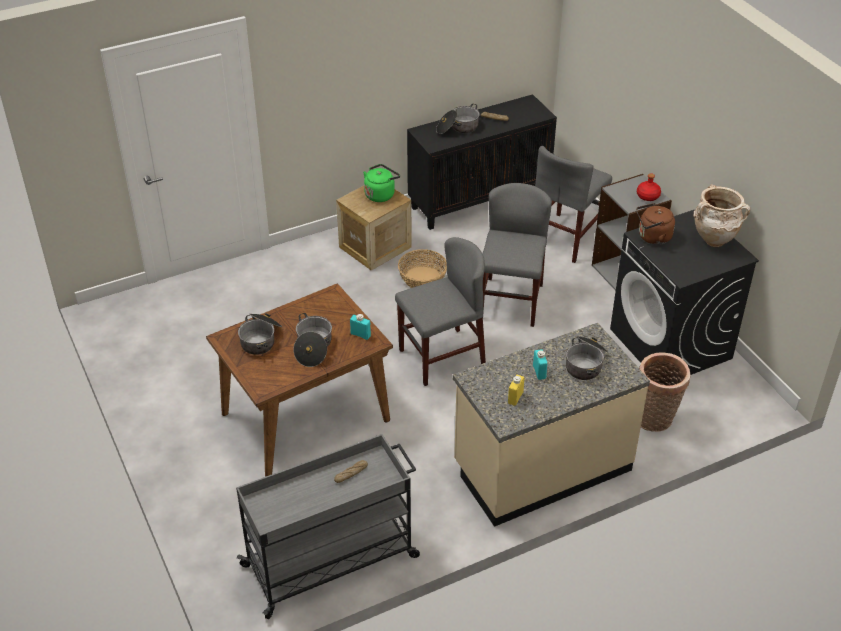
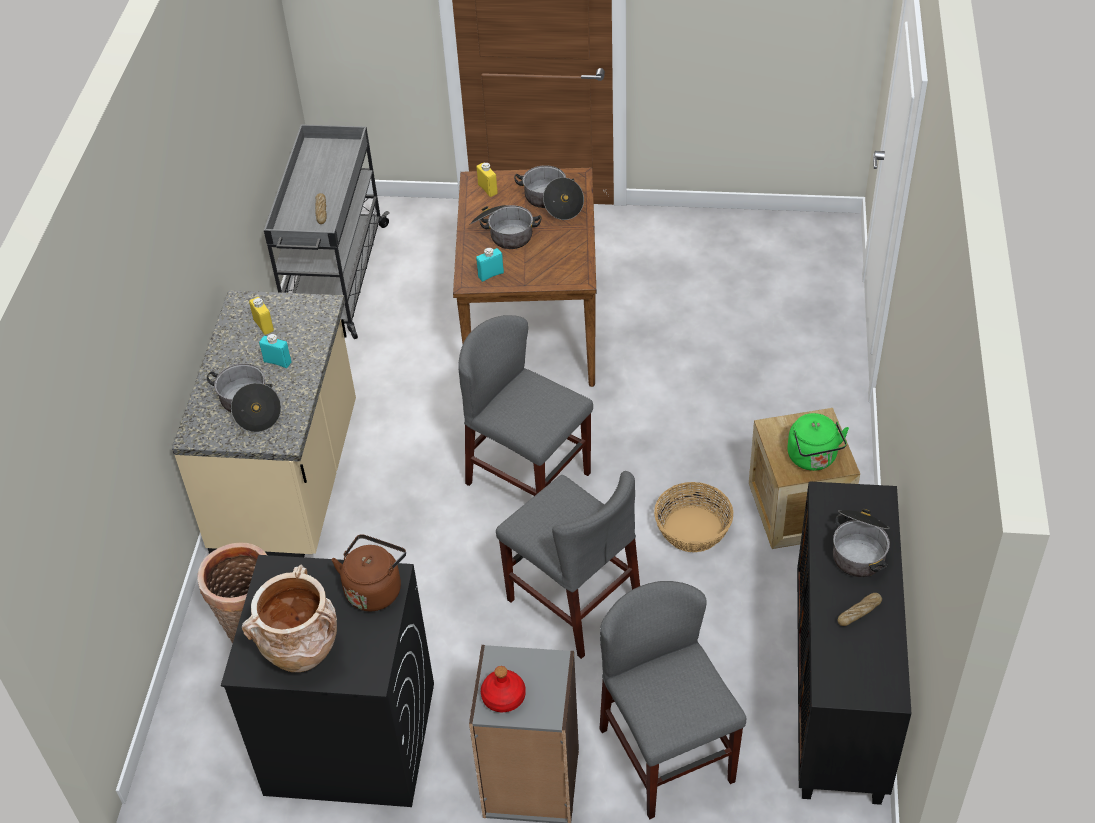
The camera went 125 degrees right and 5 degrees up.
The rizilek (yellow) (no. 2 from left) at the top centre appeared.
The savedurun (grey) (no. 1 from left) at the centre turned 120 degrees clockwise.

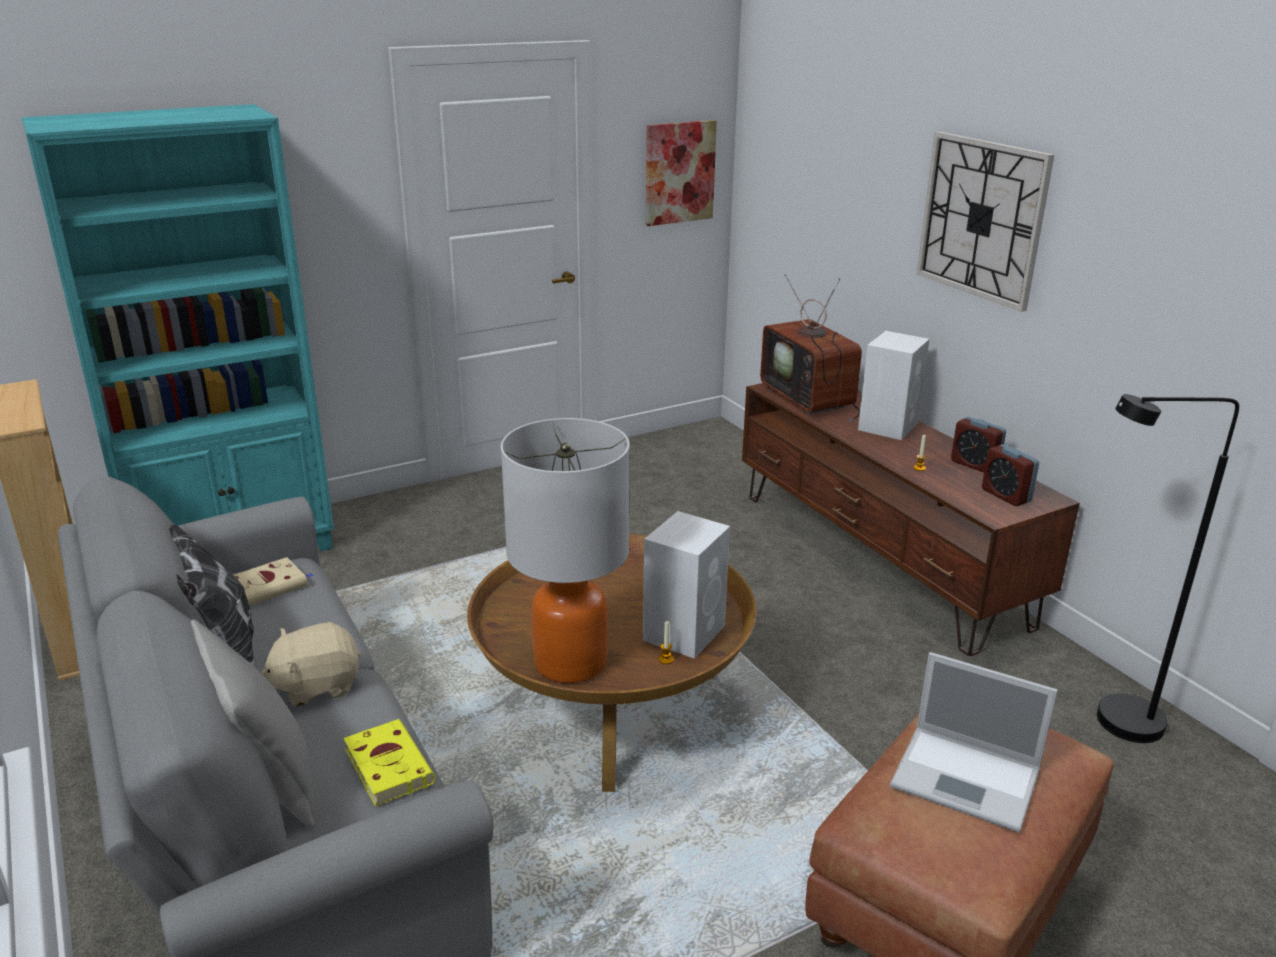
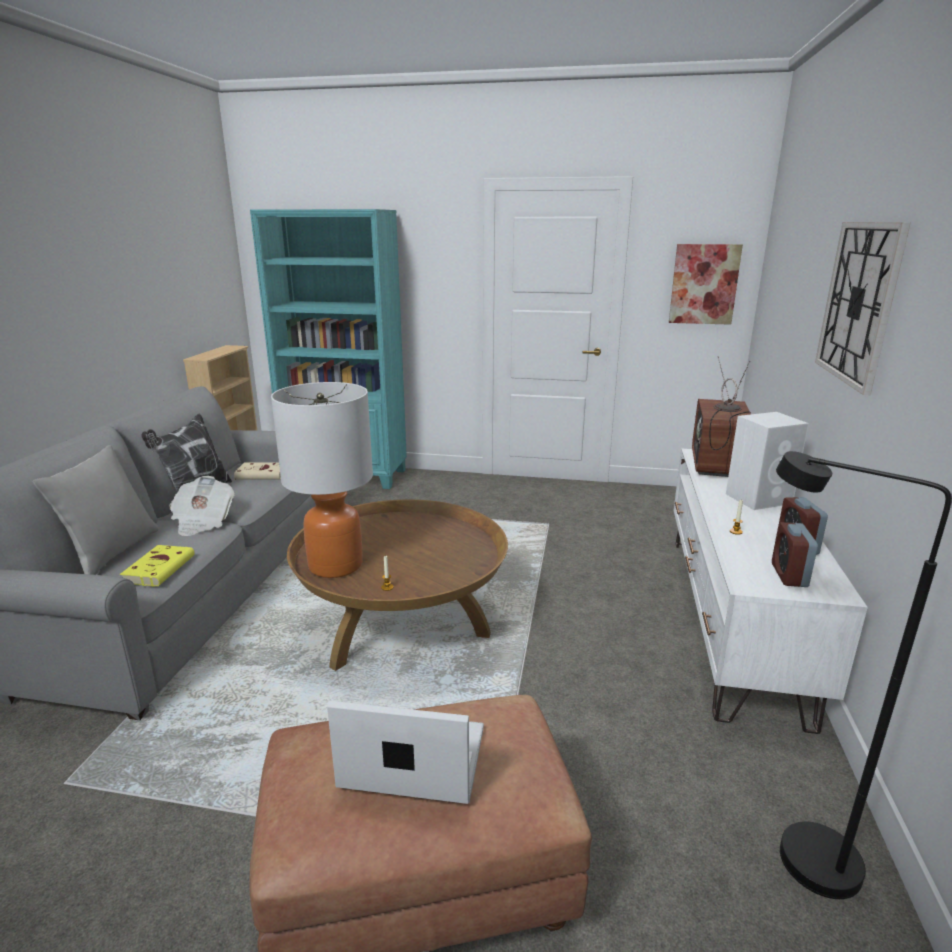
The camera went 40 degrees right and 5 degrees down.
The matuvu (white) (no. 1 from left) at the centre disappeared.
The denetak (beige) at the bottom left was replaced by the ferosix at the middle left.
The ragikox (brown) at the middle right became the ragikox (white) at the middle right.
The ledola at the bottom right turned 120 degrees clockwise.

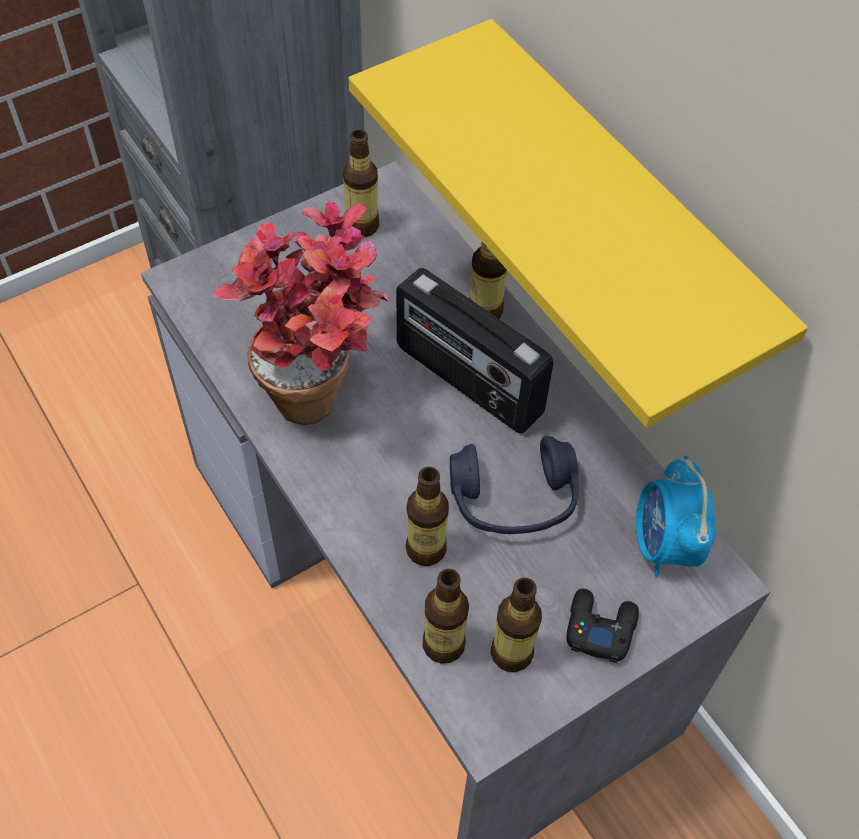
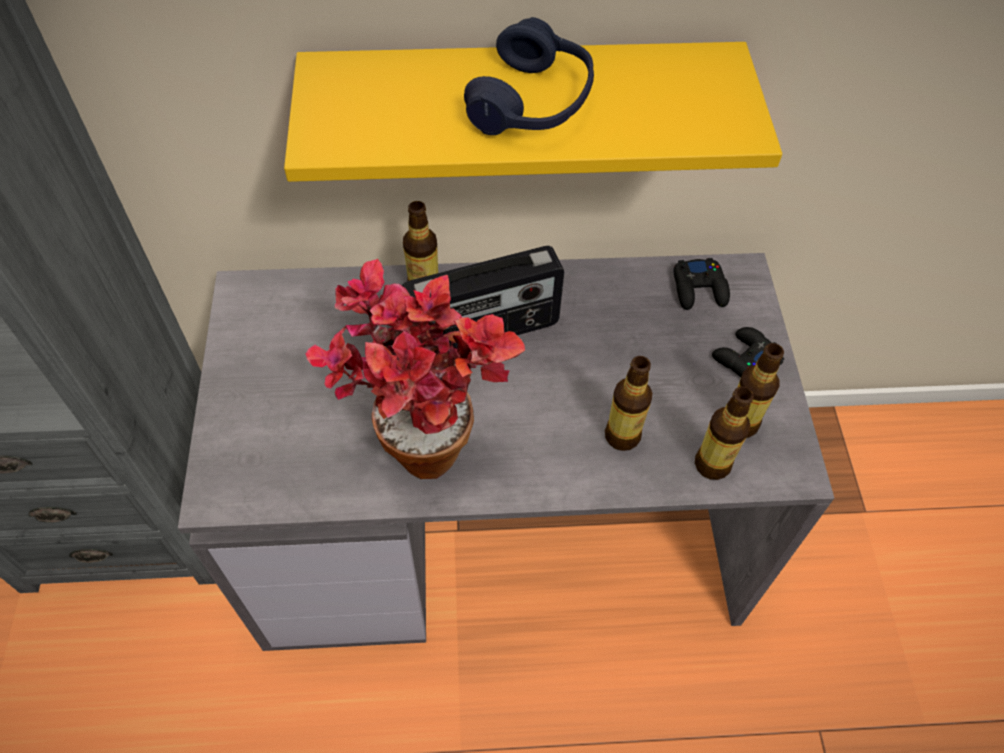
The camera went 60 degrees left and 0 degrees up.
The rizilek (no. 1 from left) at the top centre disappeared.
The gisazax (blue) moved from the centre to the top centre.
The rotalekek at the middle right was replaced by the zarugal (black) (no. 1 from left) at the middle right.

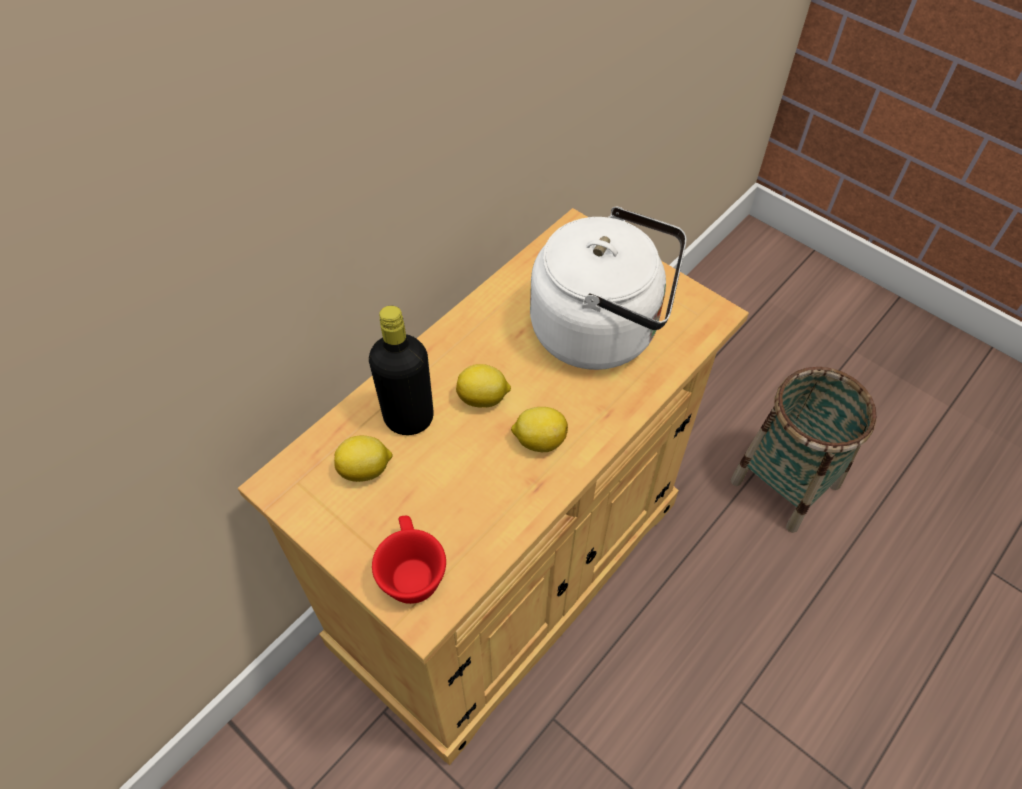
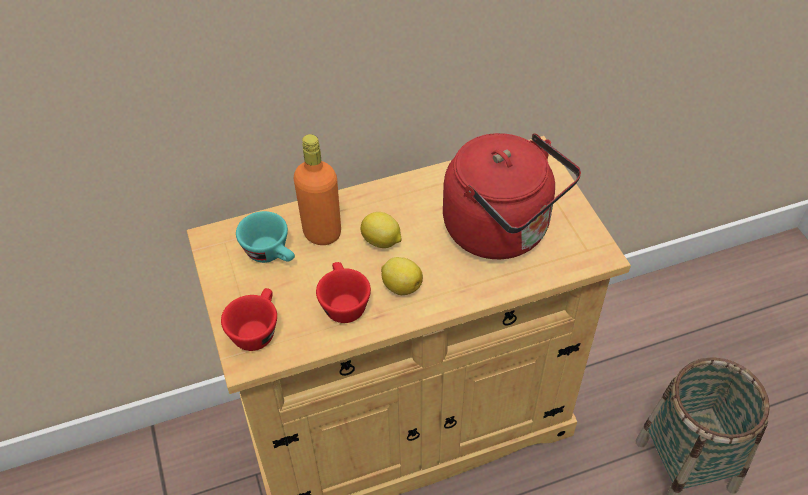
The camera went 30 degrees right and 5 degrees down.
The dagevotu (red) (no. 2 from left) at the centre appeared.
The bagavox (no. 1 from left) at the centre was replaced by the dagevotu (turquoise) at the middle left.
The rizilek (black) at the centre became the rizilek (orange) at the centre.
The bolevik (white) at the centre became the bolevik (red) at the centre.

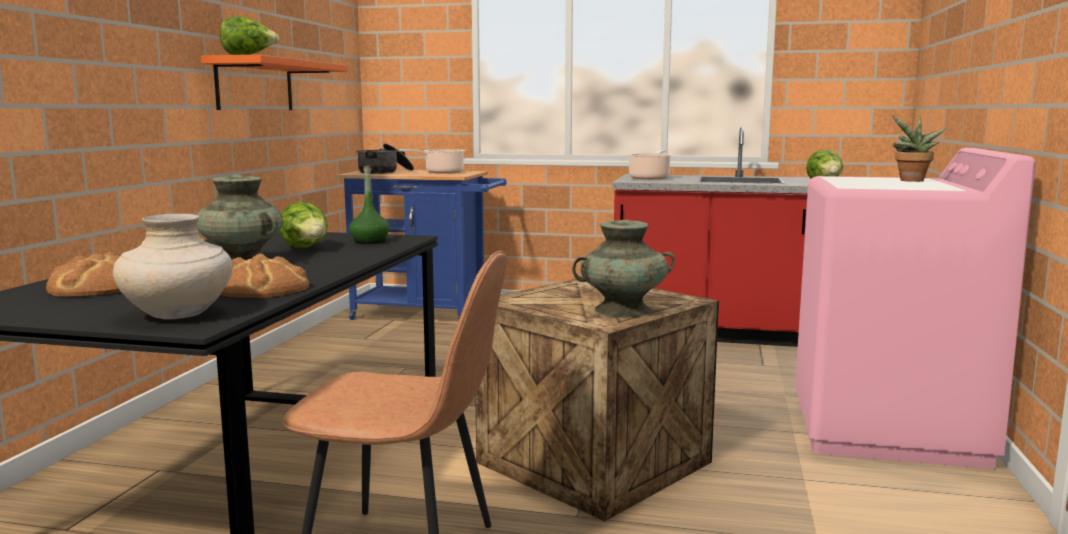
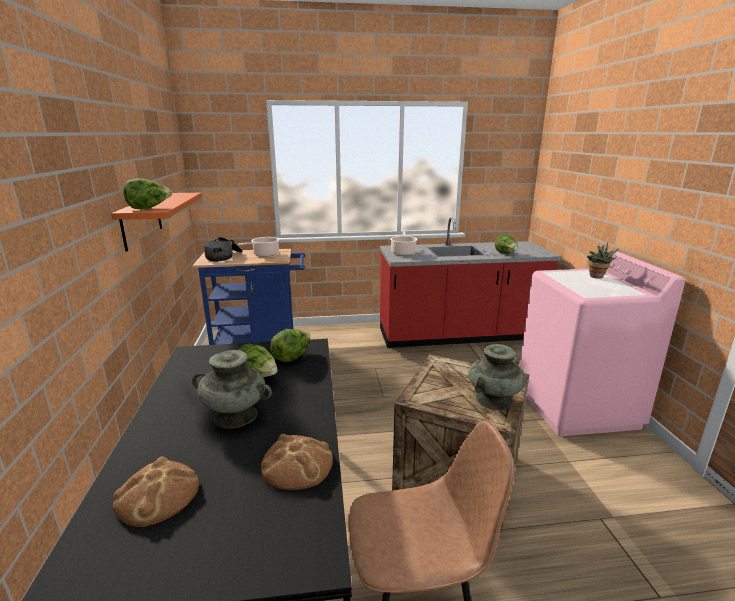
The camera went 20 degrees left and 10 degrees up.
The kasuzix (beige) at the middle left disappeared.
The rizilek (green) at the centre was replaced by the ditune (no. 3 from left) at the centre.

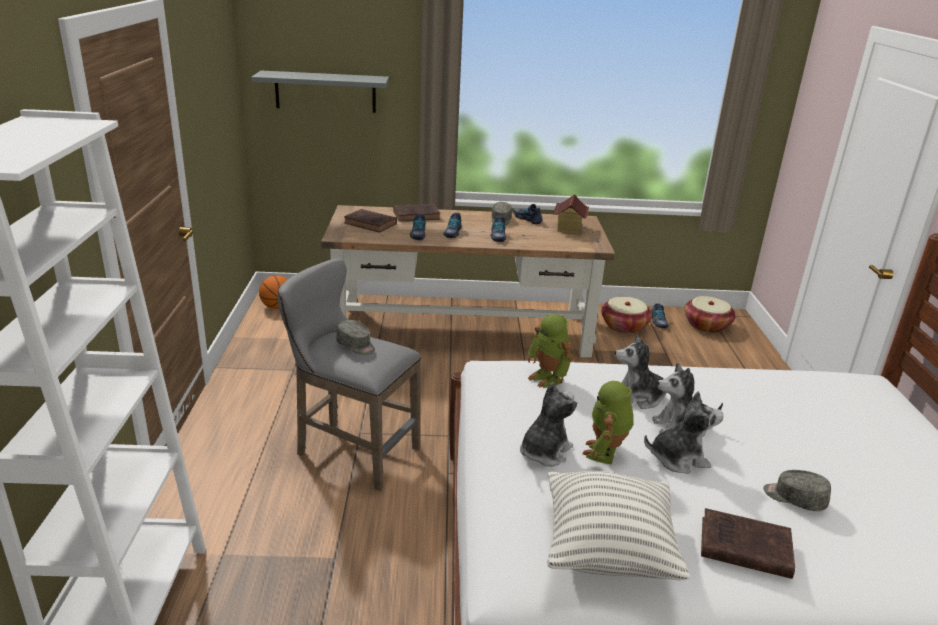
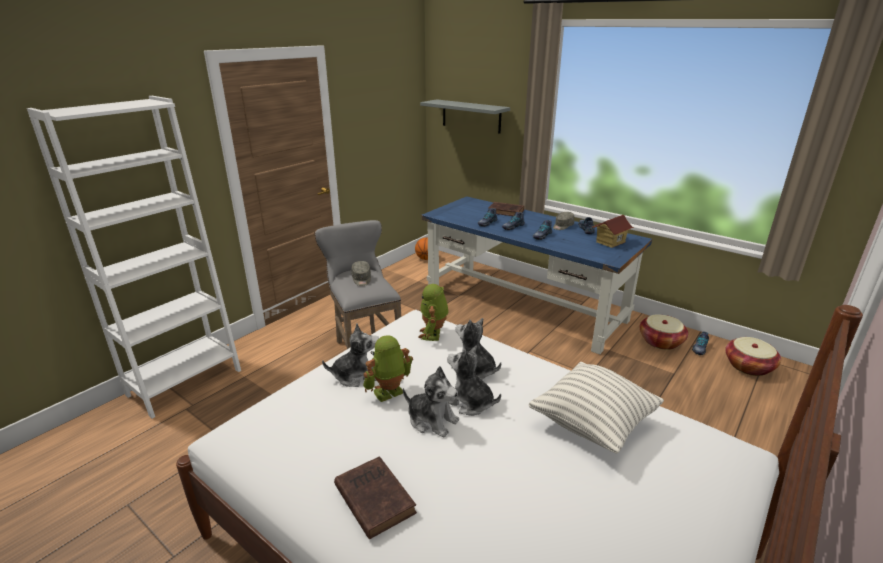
The camera went 40 degrees right and 0 degrees up.
The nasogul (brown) (no. 1 from left) at the centre disappeared.
The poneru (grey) (no. 3 from left) at the bottom right disappeared.
The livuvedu moved from the bottom centre to the bottom right.
The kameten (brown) at the centre became the kameten (blue) at the centre.

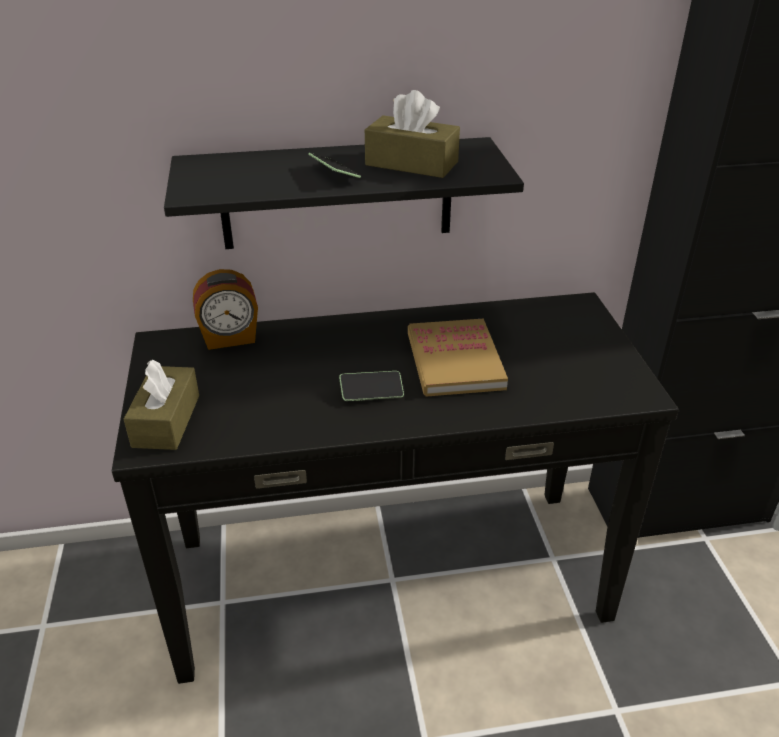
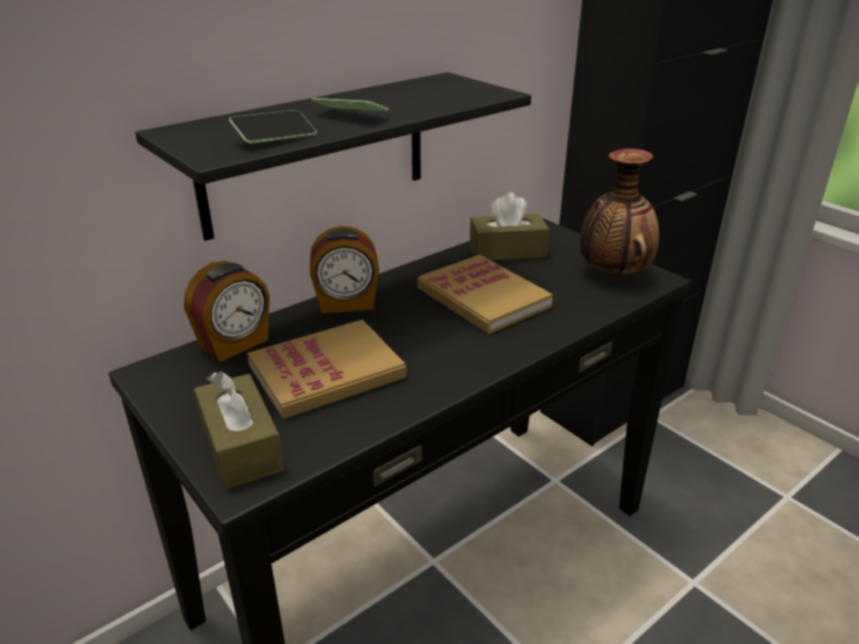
The camera went 30 degrees left and 5 degrees down.
The nasogul (no. 1 from left) at the centre appeared.
The rotalekek (no. 2 from left) at the centre appeared.
The kasuzix at the top right appeared.
The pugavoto (no. 2 from left in the first image) moved from the centre to the top left.
The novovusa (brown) (no. 2 from left) moved from the top centre to the centre.

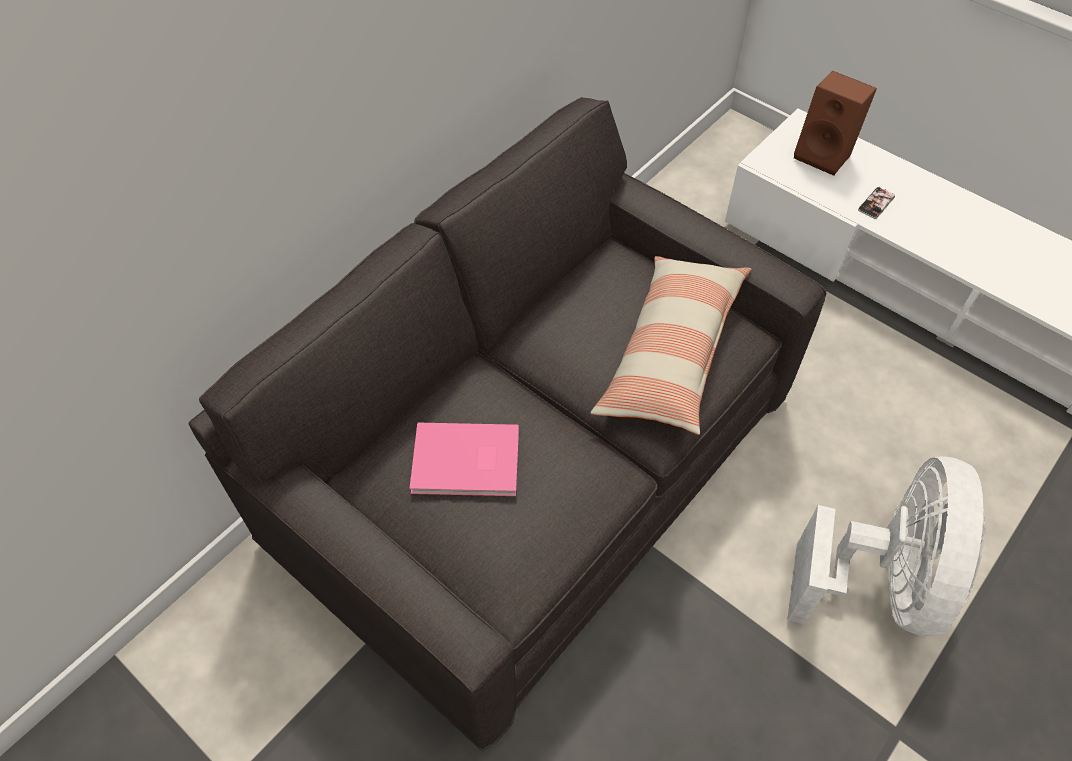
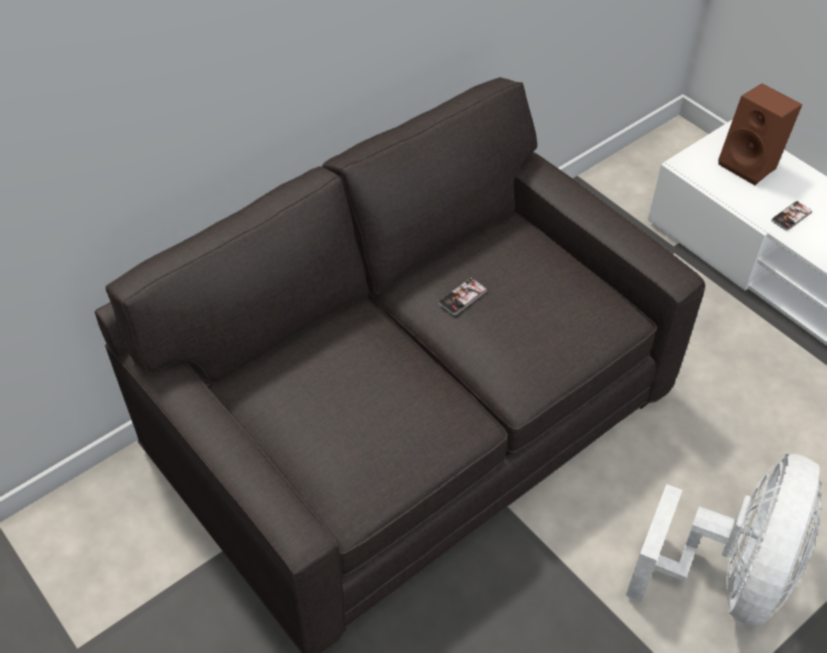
The camera went 10 degrees right and 5 degrees down.
The nasogul (pink) at the centre disappeared.
The livuvedu at the centre disappeared.
The pugavoto (no. 1 from left) at the centre appeared.

